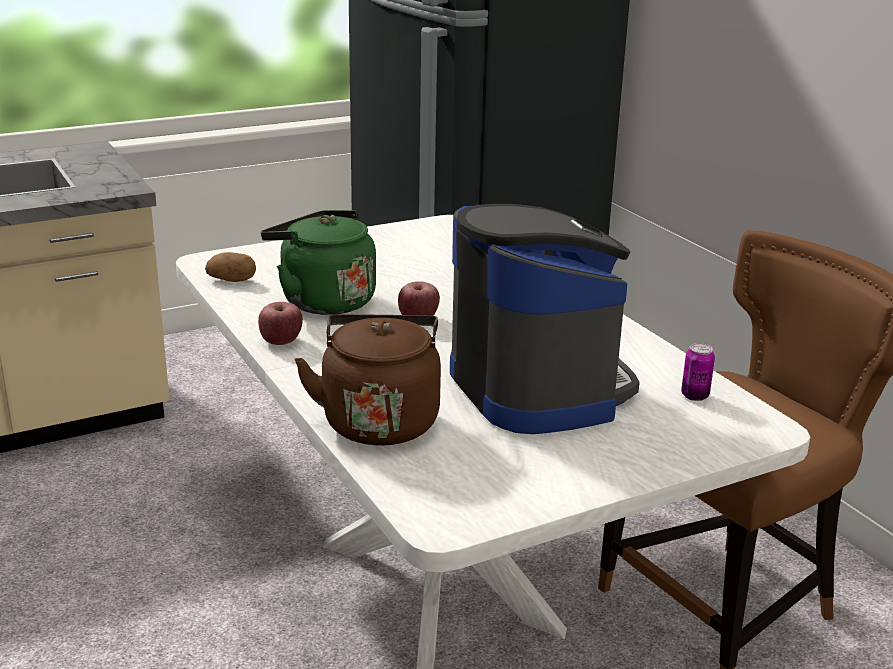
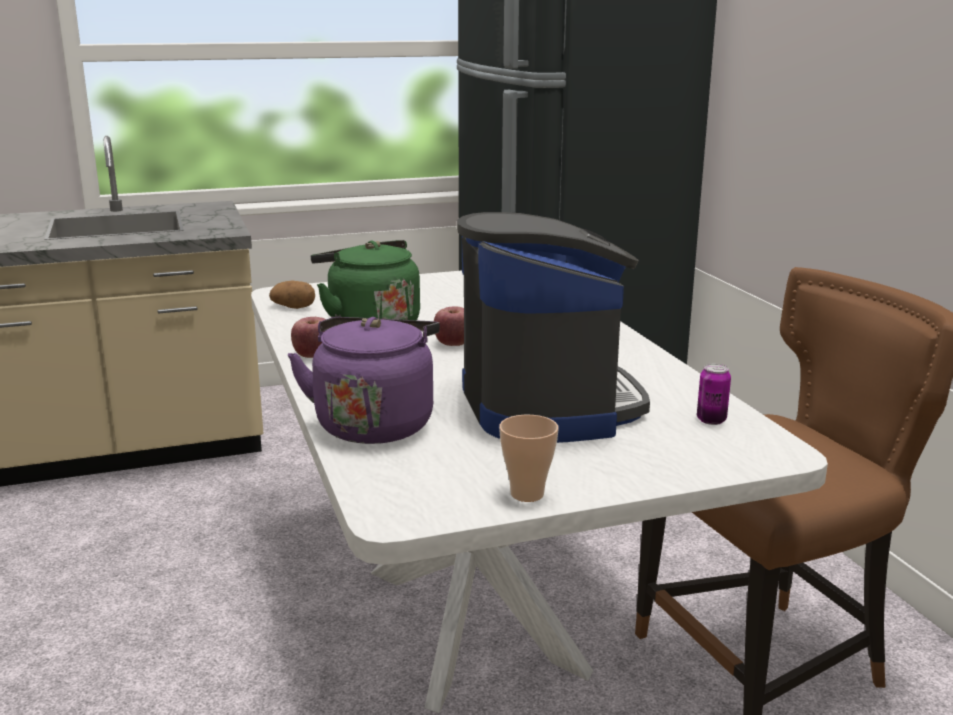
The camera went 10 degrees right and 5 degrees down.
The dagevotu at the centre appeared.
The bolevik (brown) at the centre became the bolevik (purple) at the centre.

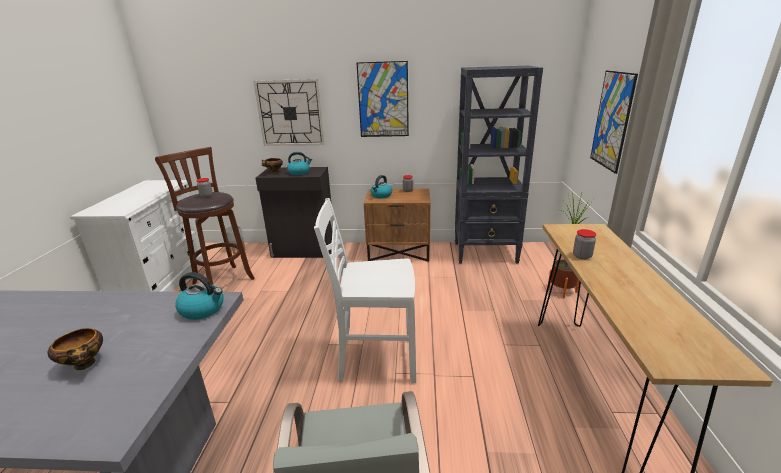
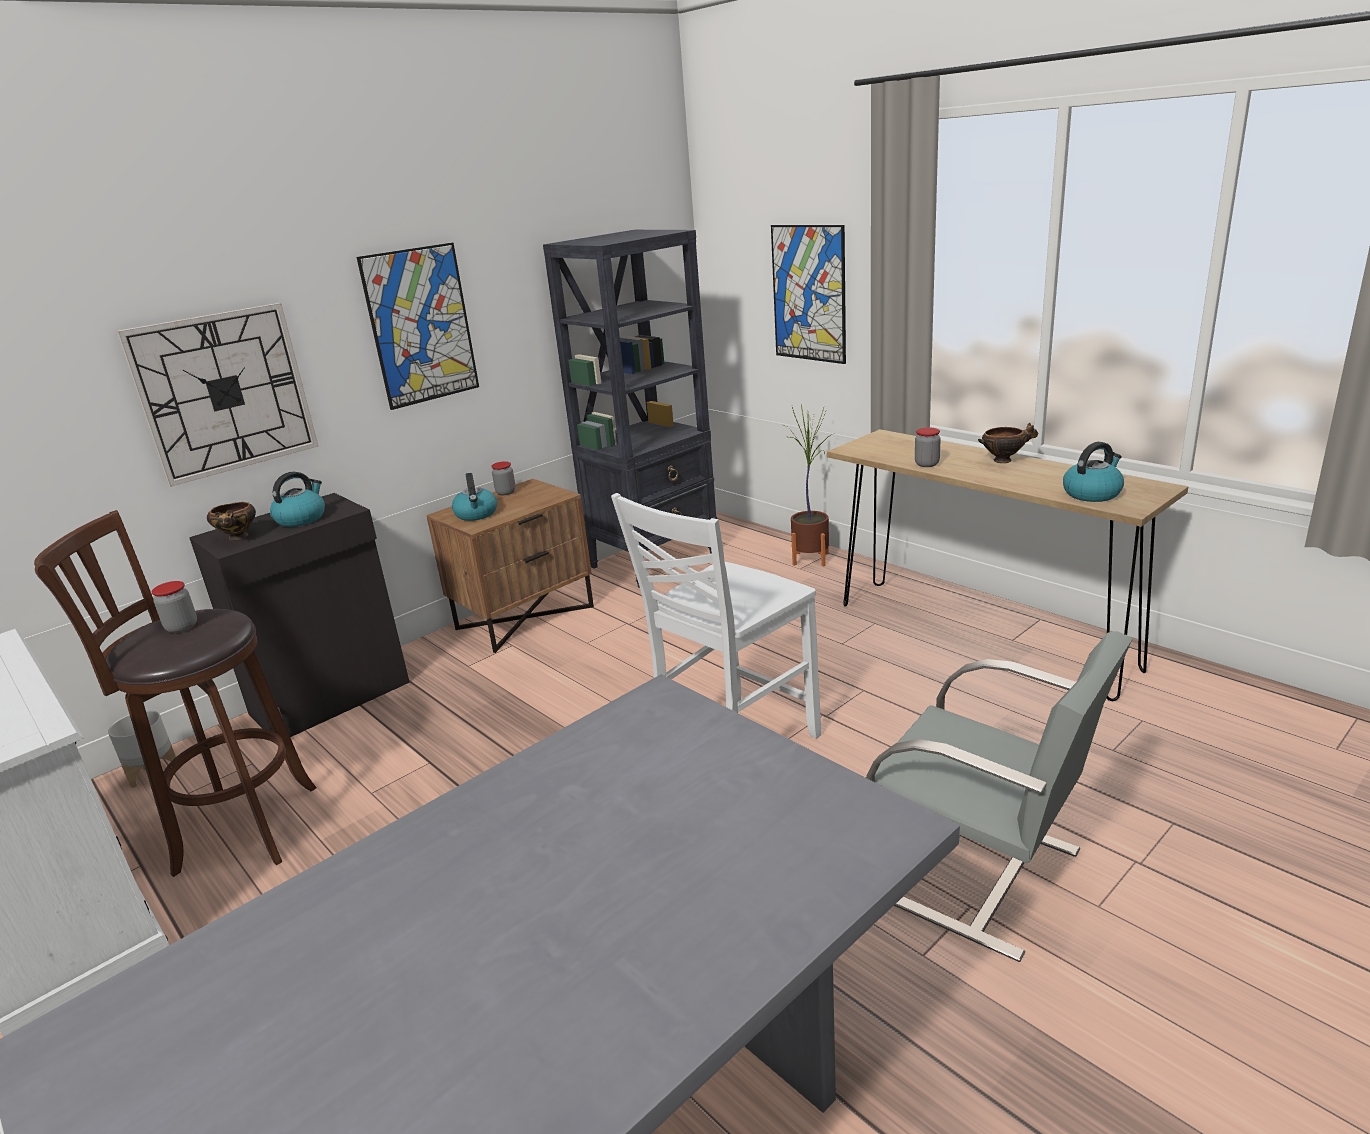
The camera went 45 degrees left and 0 degrees up.
The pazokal (no. 1 from left in the first image) moved from the bottom left to the middle right.
The bolevik (no. 1 from left in the first image) moved from the middle left to the middle right.

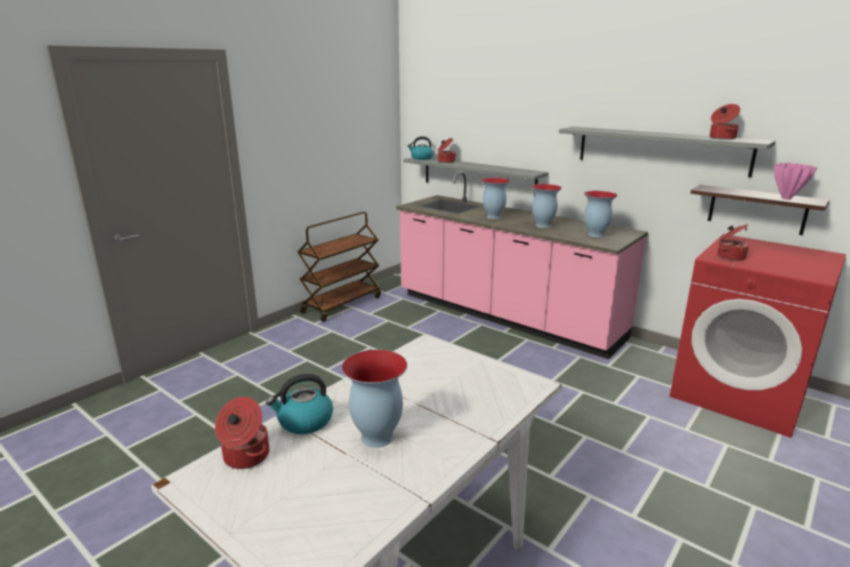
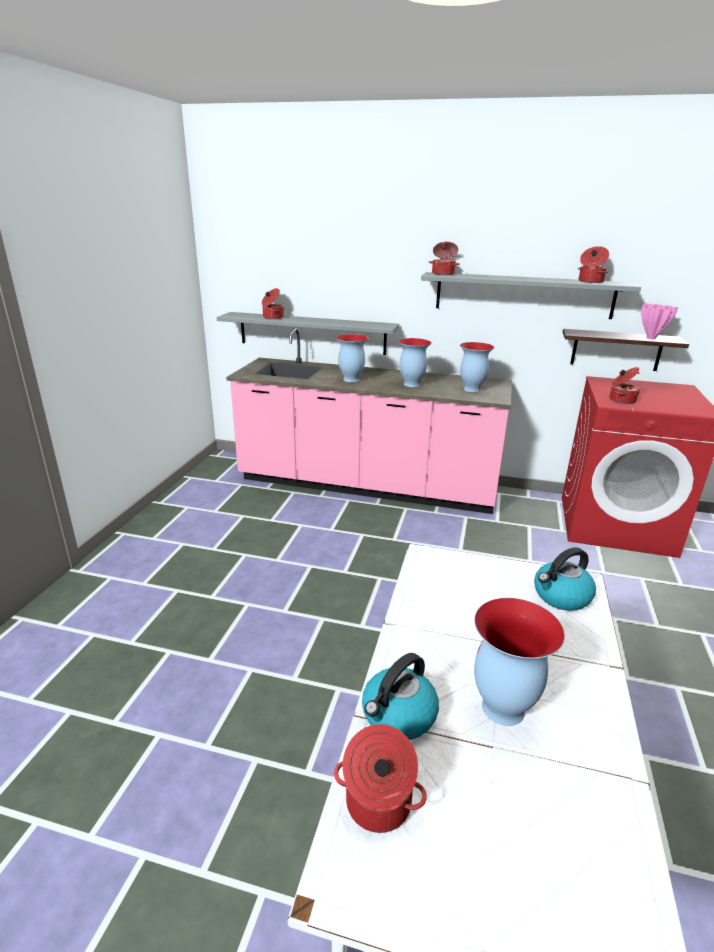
The camera went 25 degrees left and 5 degrees up.
The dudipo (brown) at the centre disappeared.
The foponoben (no. 3 from left) at the top centre appeared.
The bolevik (no. 2 from left) moved from the top centre to the middle right.

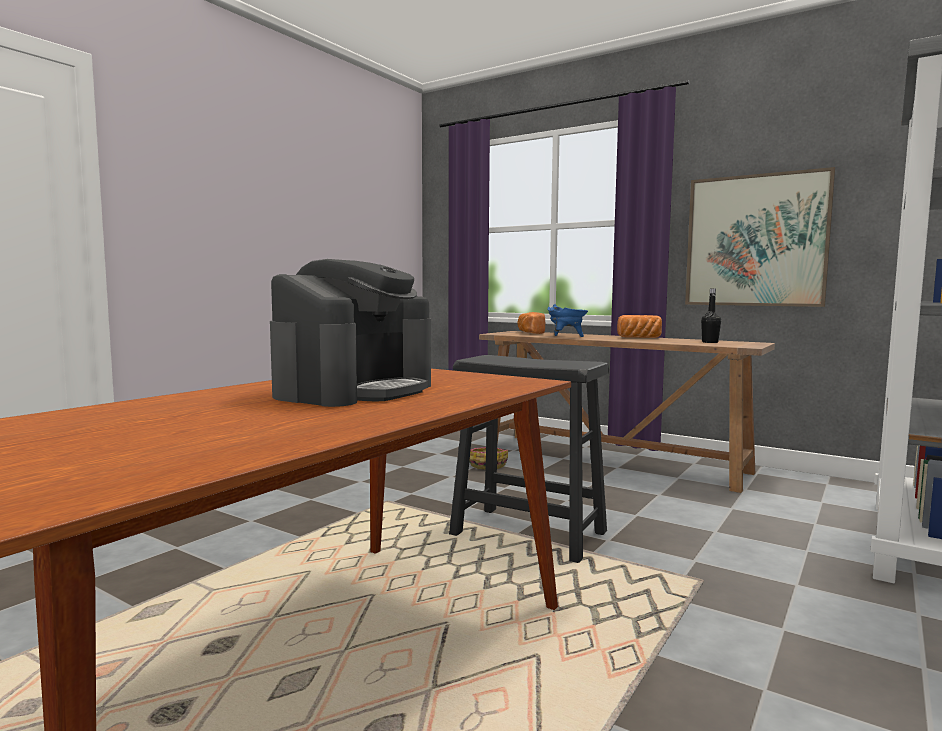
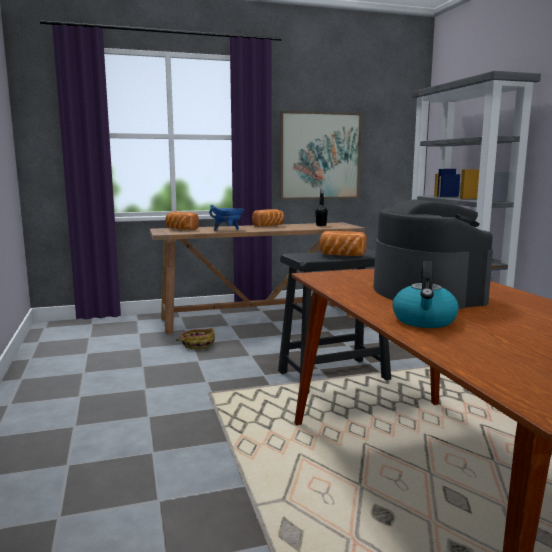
The camera went 50 degrees left and 5 degrees up.
The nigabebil (no. 3 from left) at the centre appeared.
The bolevik at the middle right appeared.

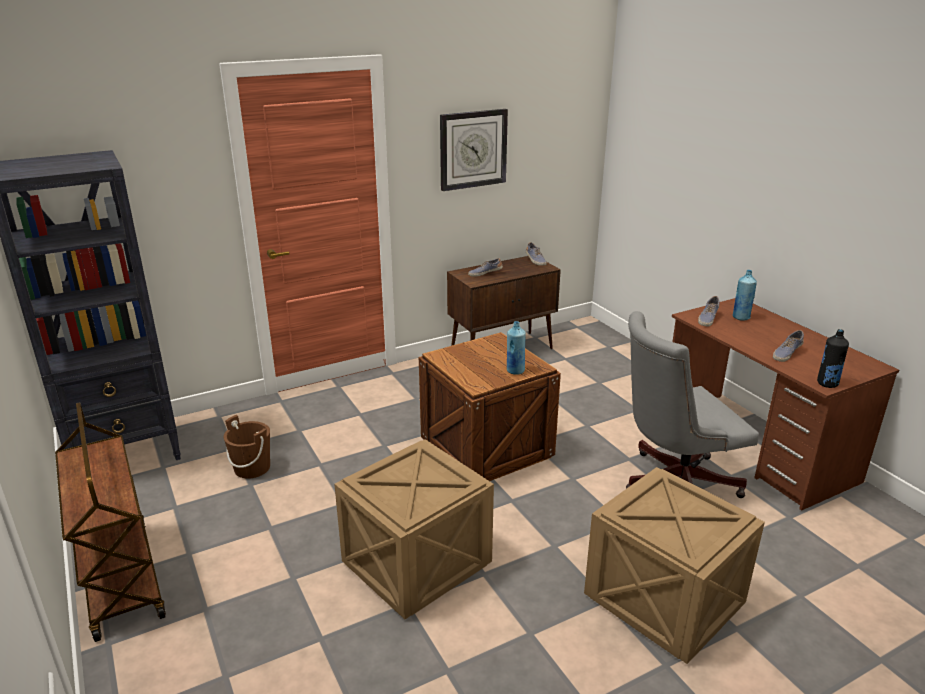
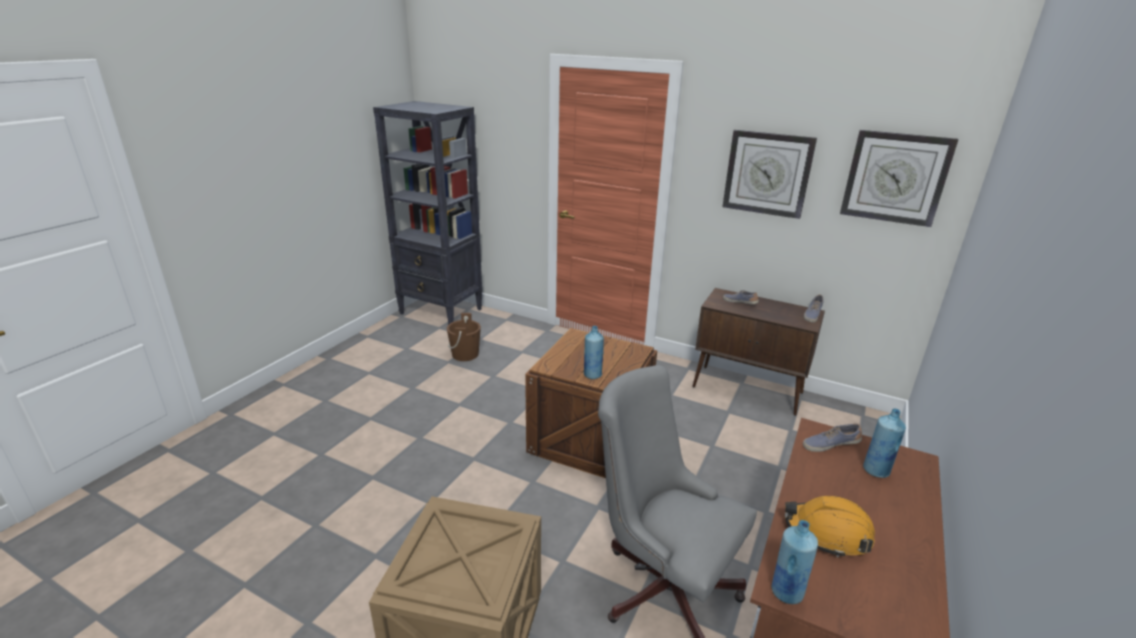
The camera went 55 degrees right and 0 degrees up.
The dudipo (brown) at the bottom left disappeared.
The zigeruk (no. 1 from left) at the bottom centre disappeared.
The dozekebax (no. 2 from left) at the top right appeared.
The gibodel (no. 4 from left) at the middle right was replaced by the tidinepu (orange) at the bottom right.
The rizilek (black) at the middle right became the rizilek (blue) (no. 2 from left) at the bottom right.

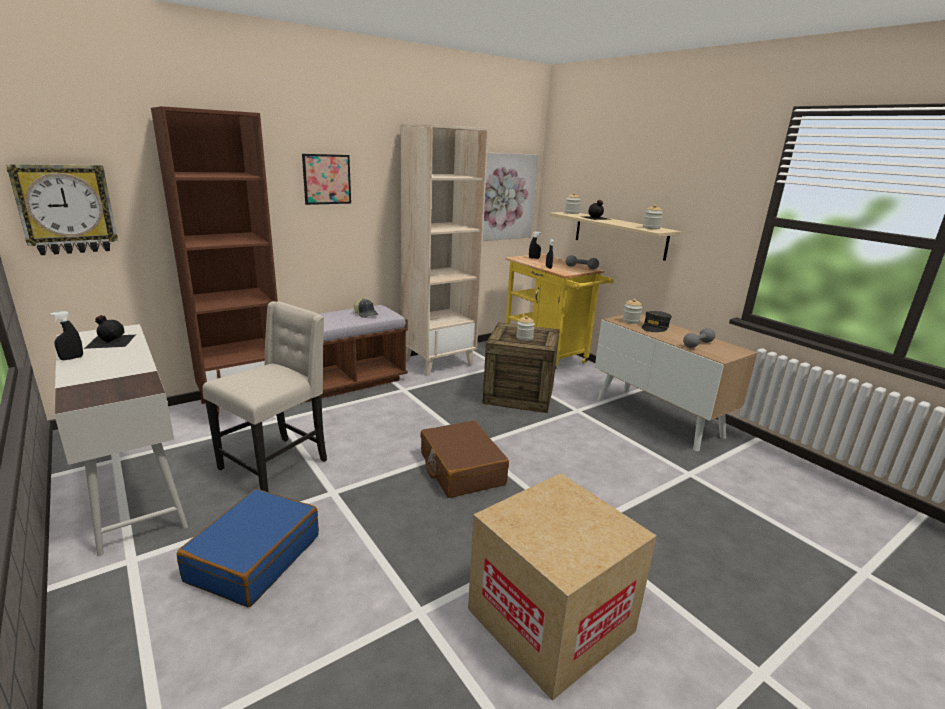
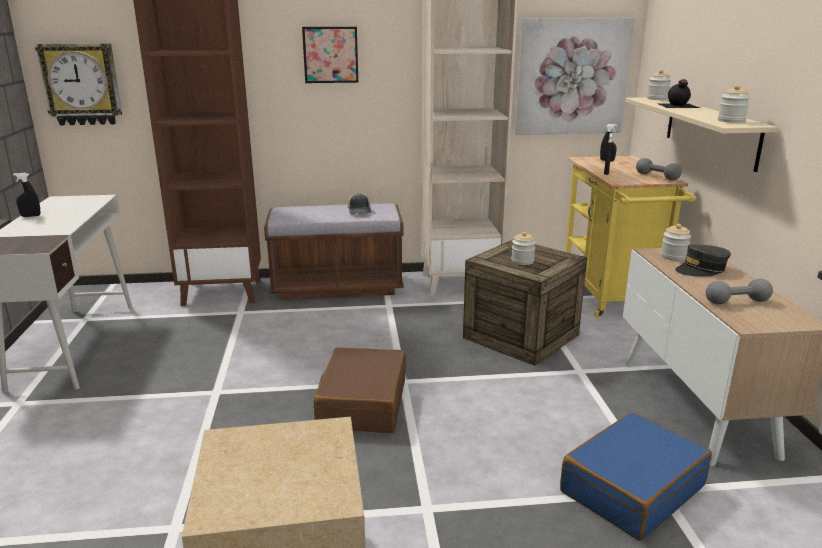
The camera went 30 degrees right and 0 degrees up.
The rizilek (black) (no. 1 from left) at the middle left disappeared.
The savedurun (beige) at the middle left disappeared.
The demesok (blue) moved from the bottom left to the bottom right.

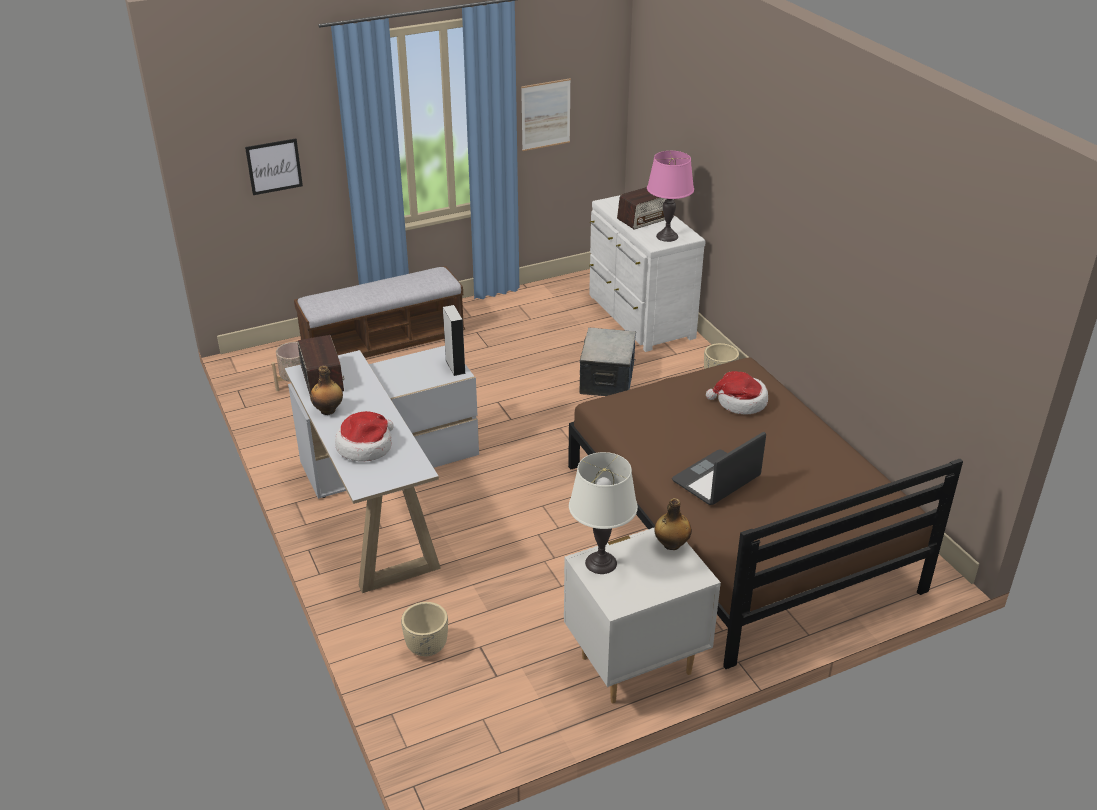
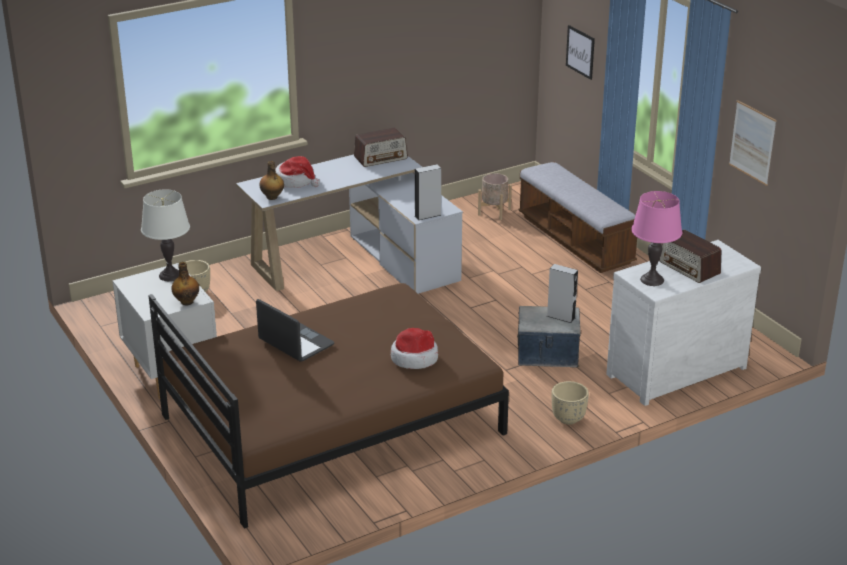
The camera went 85 degrees right and 5 degrees down.
The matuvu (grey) (no. 2 from left) at the centre appeared.
The rizilek (no. 1 from left in the first image) moved from the middle left to the top left.

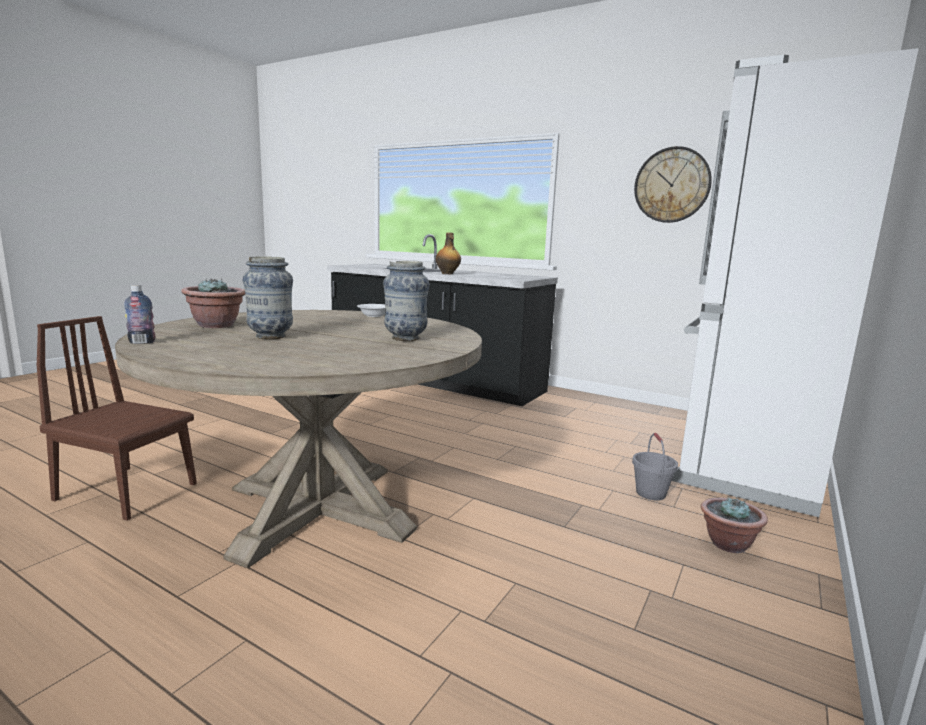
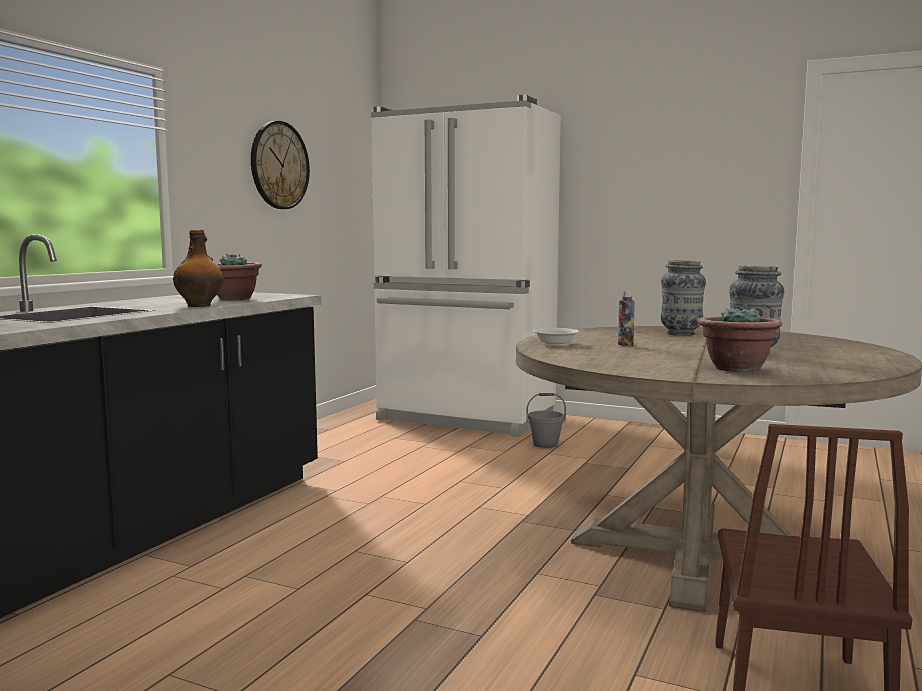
The camera went 95 degrees left and 5 degrees down.
The rizilek (no. 1 from left in the first image) moved from the middle left to the middle right.
The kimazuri (no. 2 from left in the first image) moved from the bottom right to the middle left.

